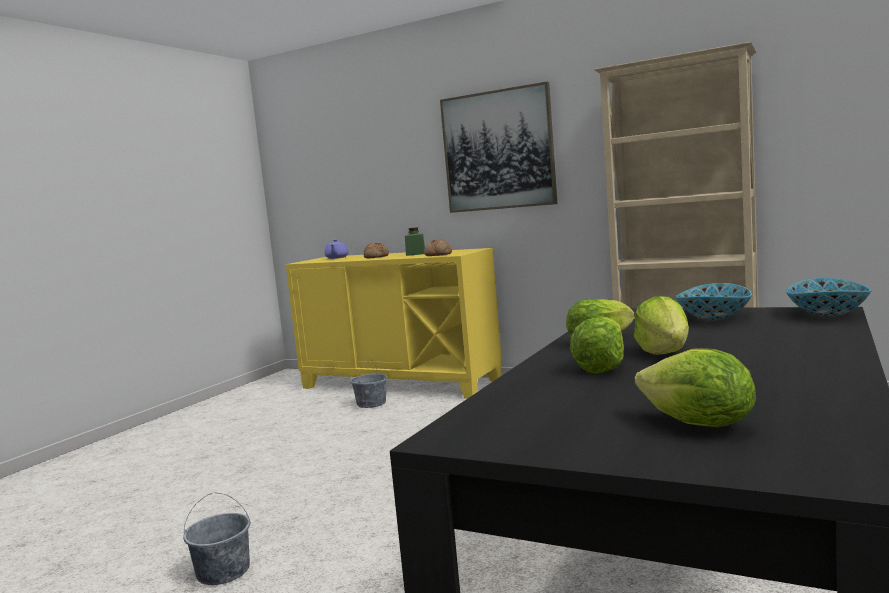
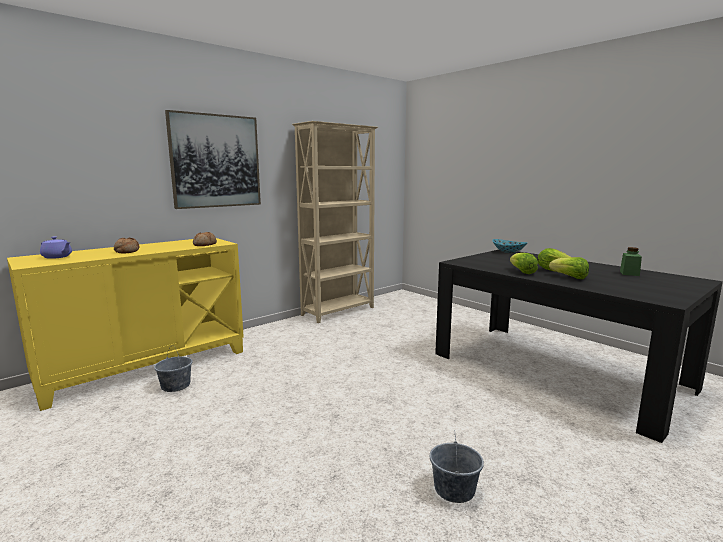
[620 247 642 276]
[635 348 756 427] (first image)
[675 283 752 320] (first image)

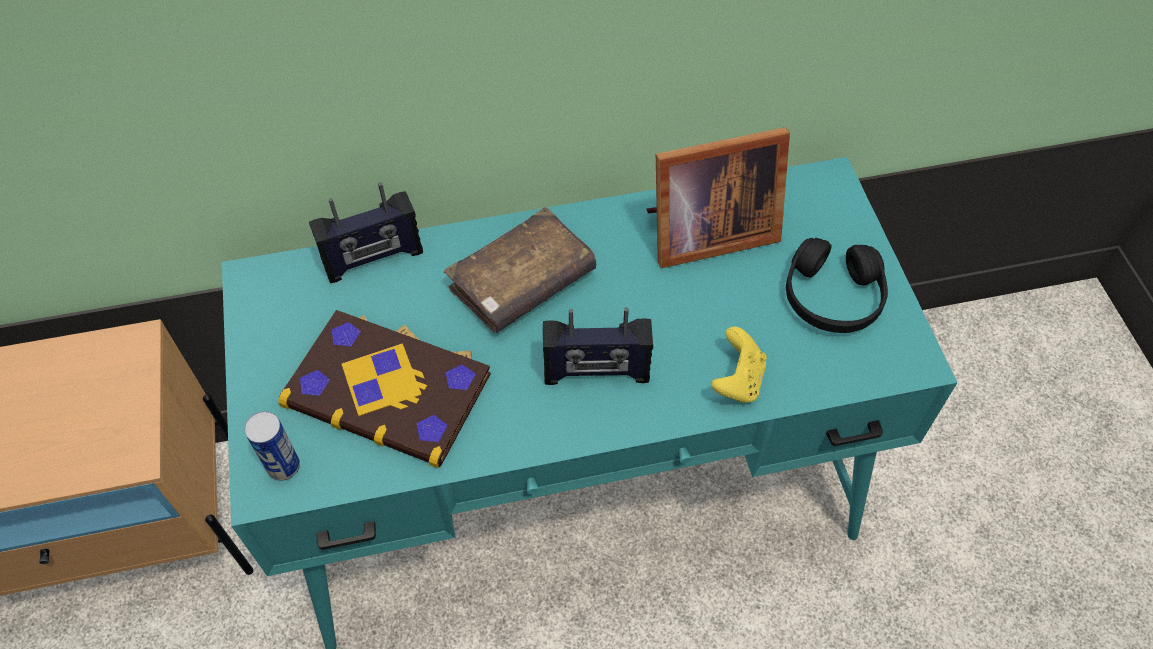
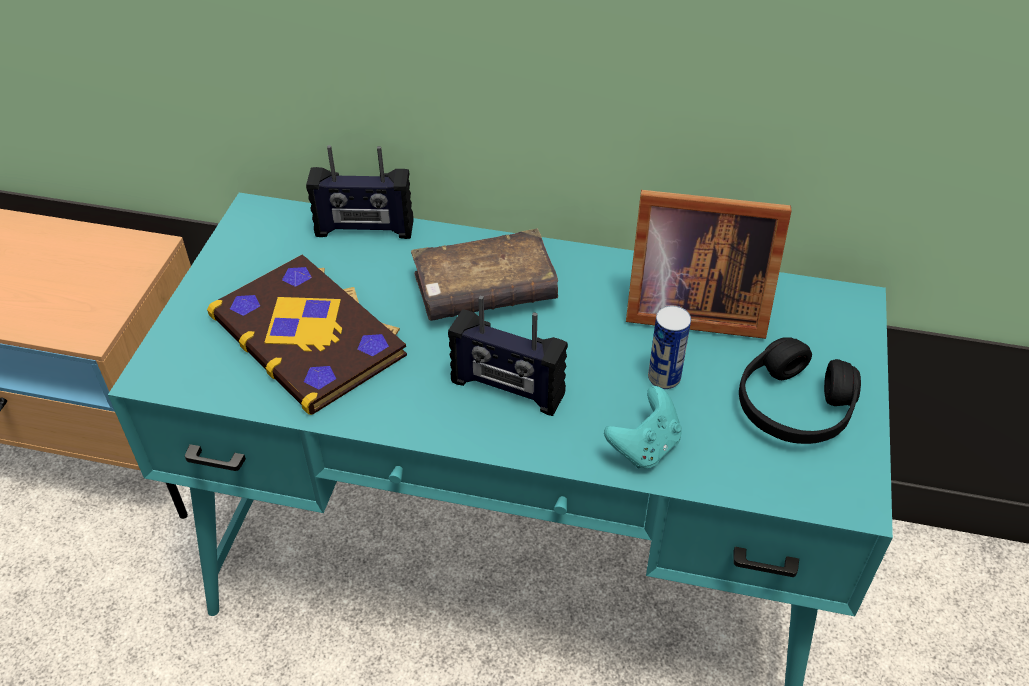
[604 386 682 469]
[648 306 691 389]

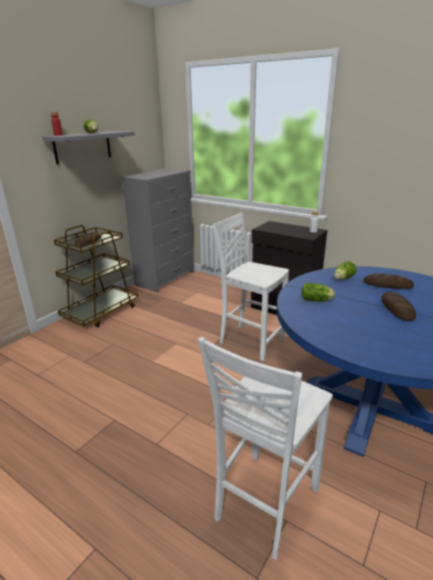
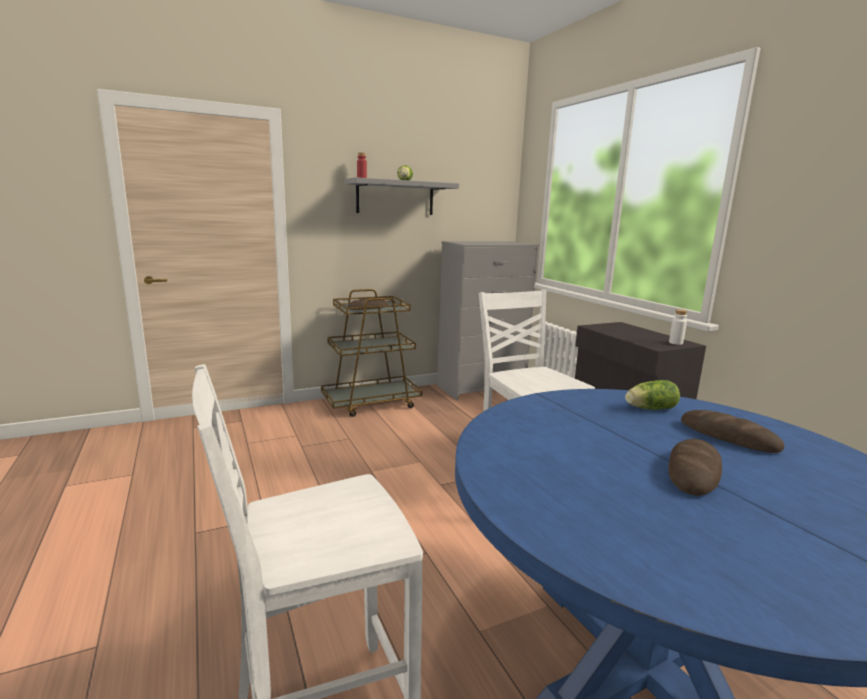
[302 283 335 301] (first image)

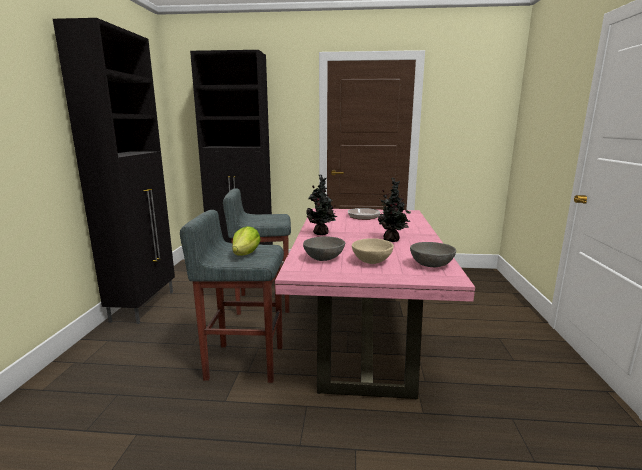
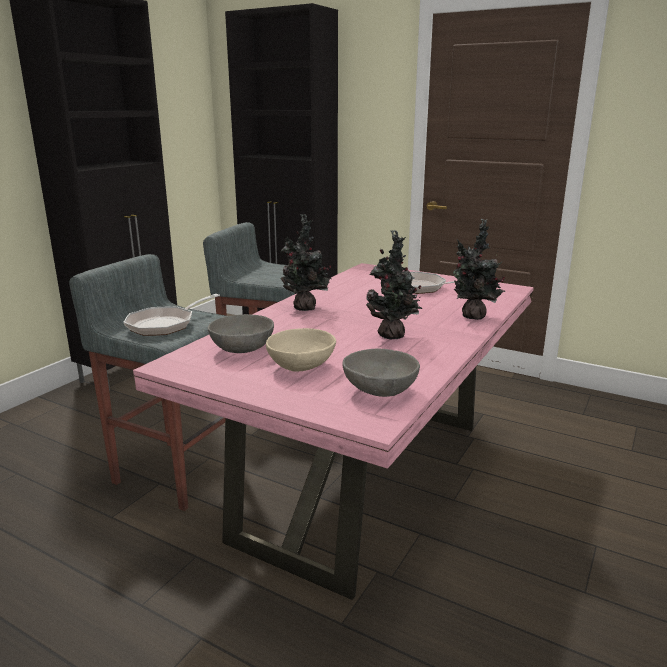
[124 294 220 336]
[453 219 505 320]

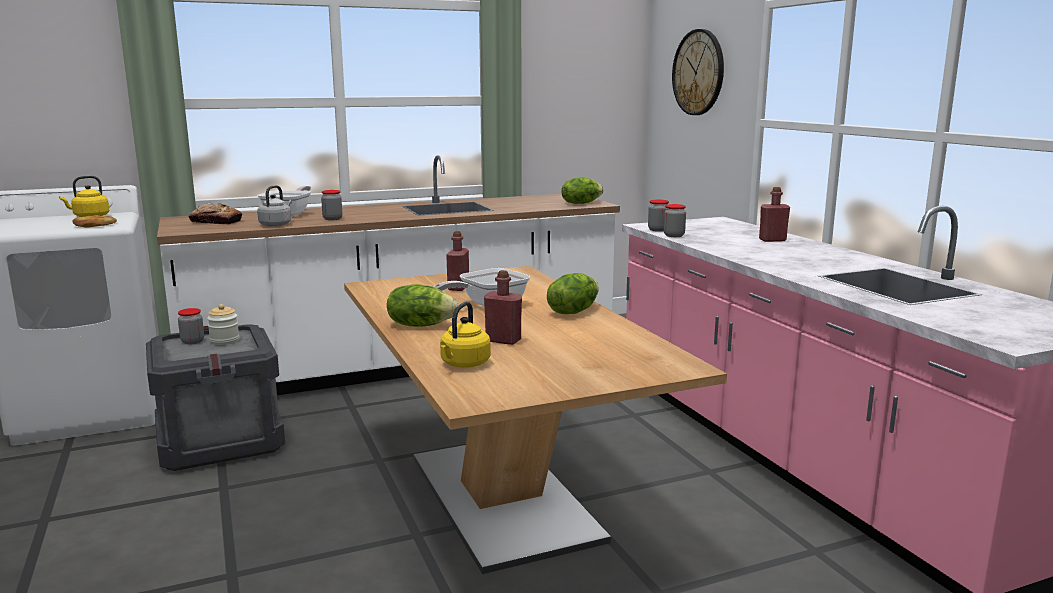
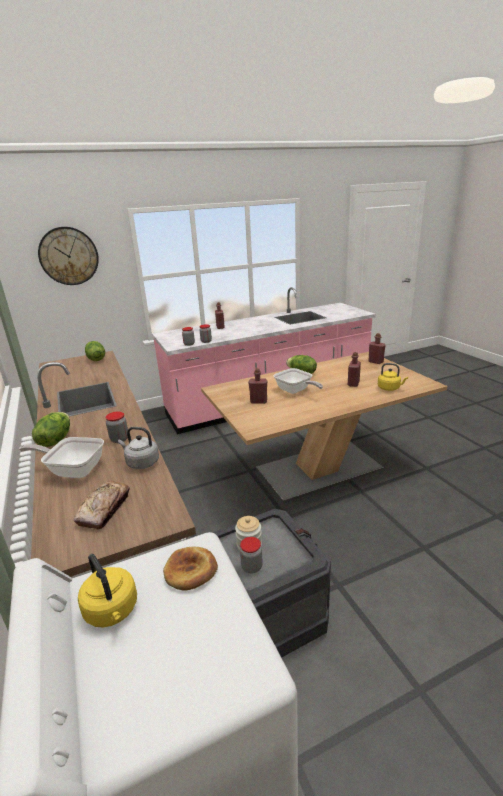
[32 412 70 447]
[368 333 386 364]

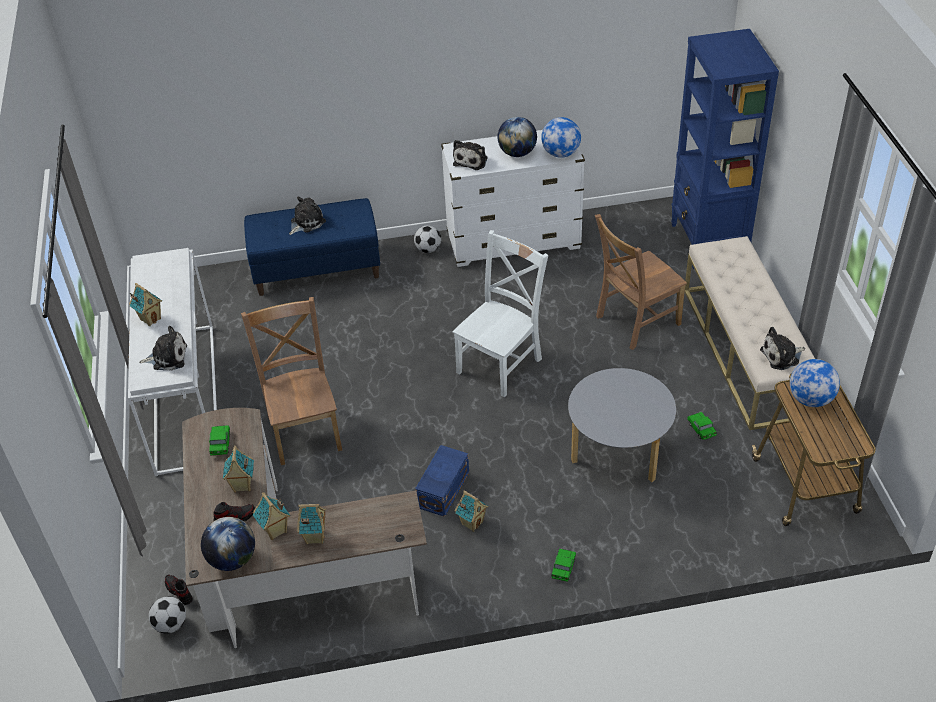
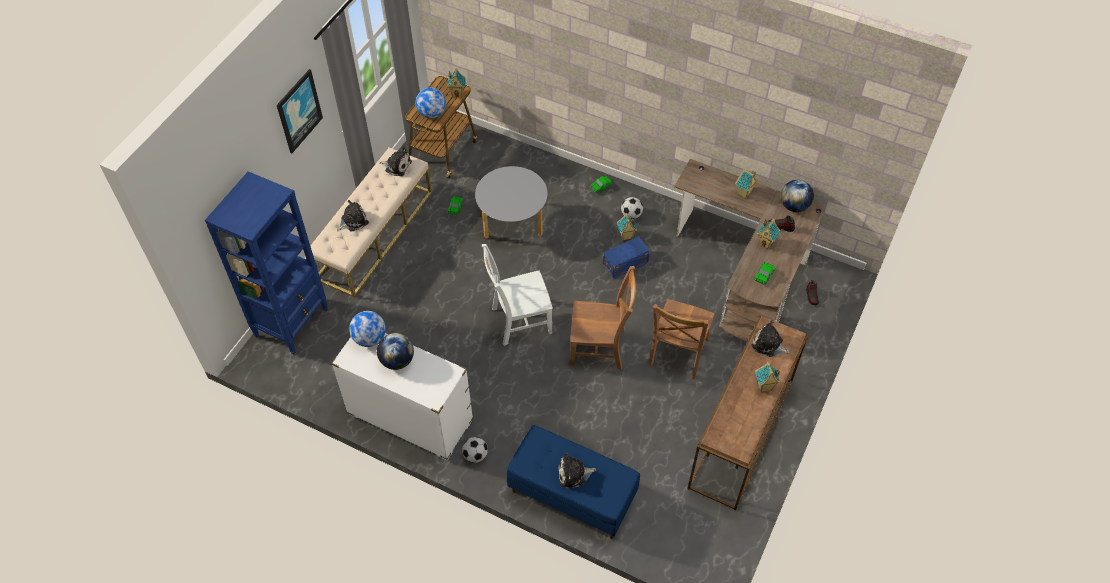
[277 69 323 153]
[337 200 369 232]
[447 68 466 98]
[570 266 636 370]
[621 197 643 219]
[687 316 808 510]

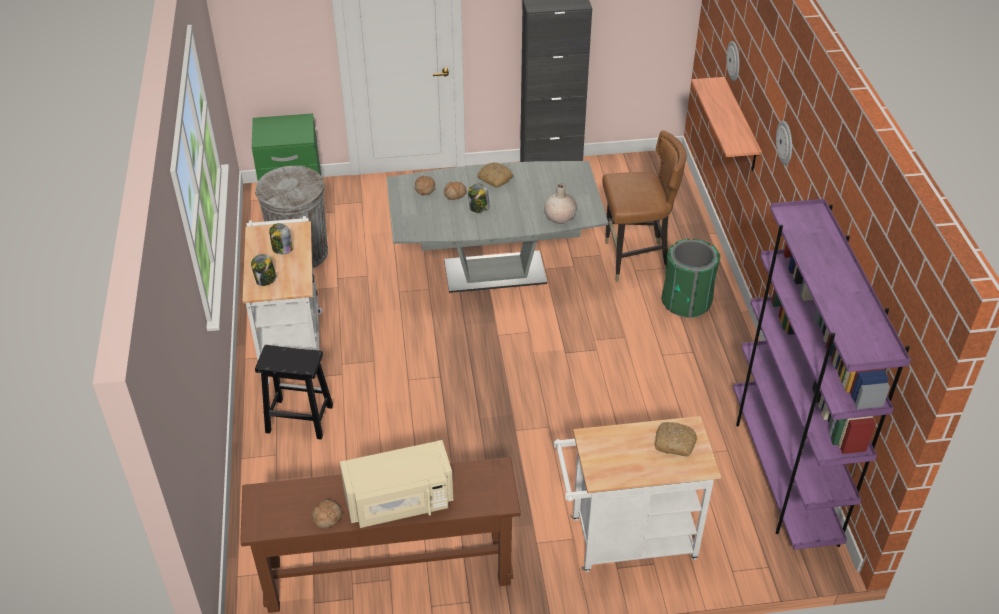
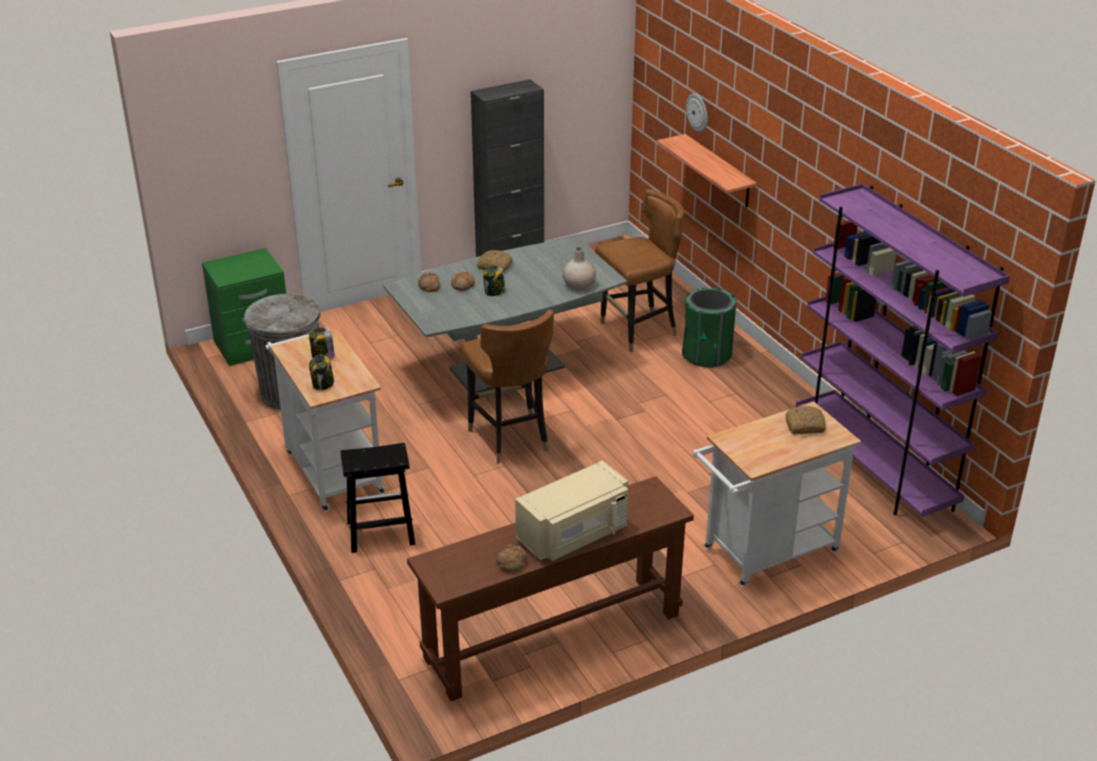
[461 310 554 464]
[776 120 792 165] (first image)

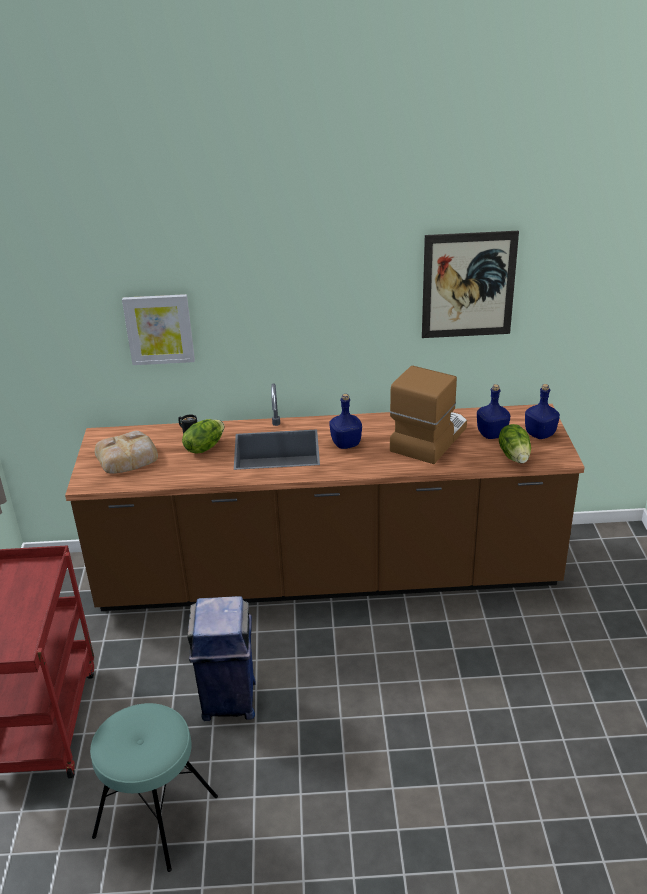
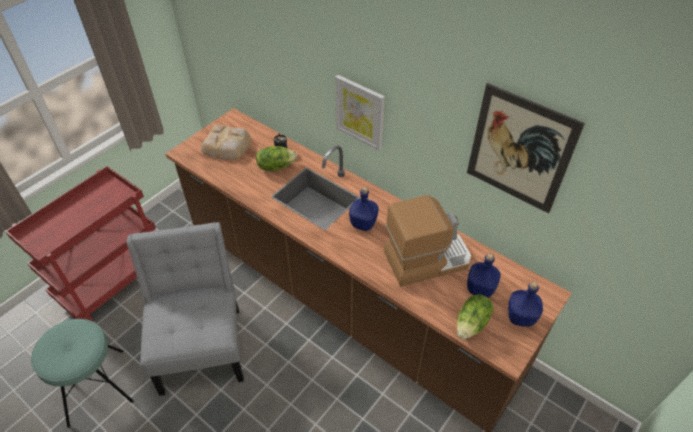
[127 222 244 396]
[335 75 385 151]

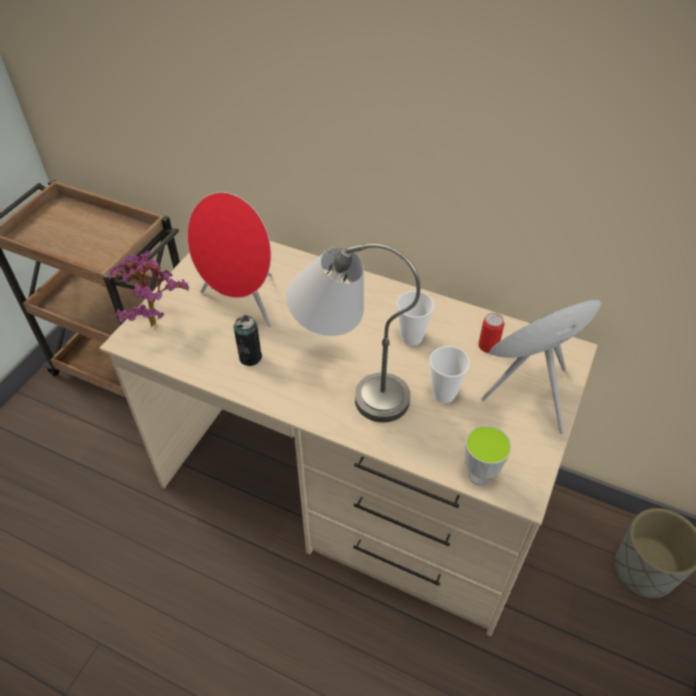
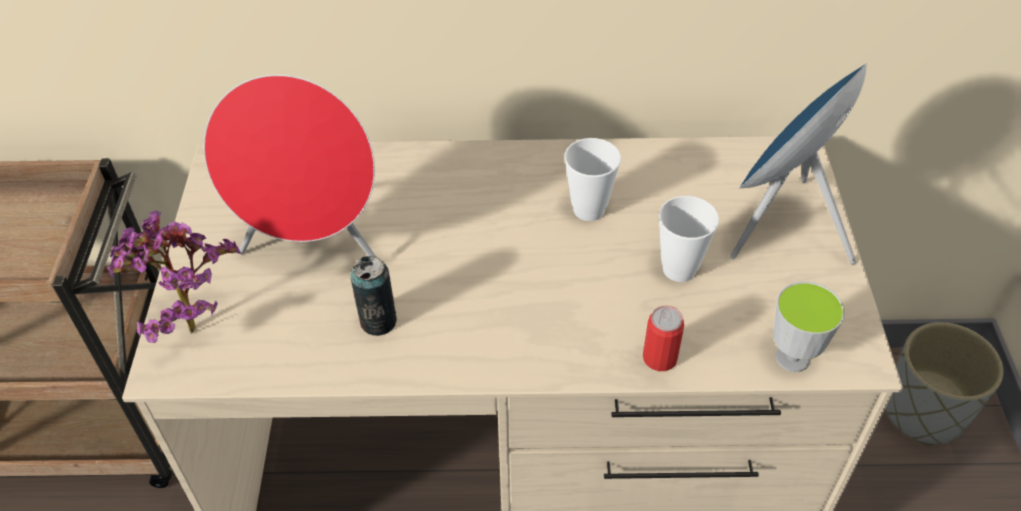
[643 306 684 371]
[286 244 420 423] (first image)

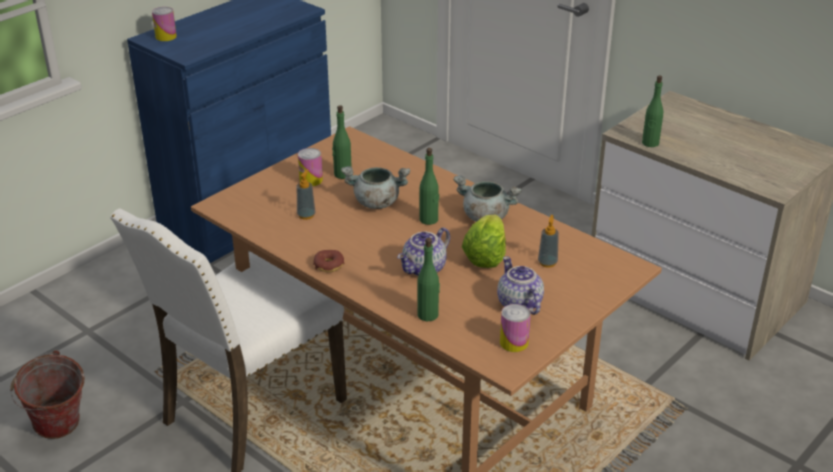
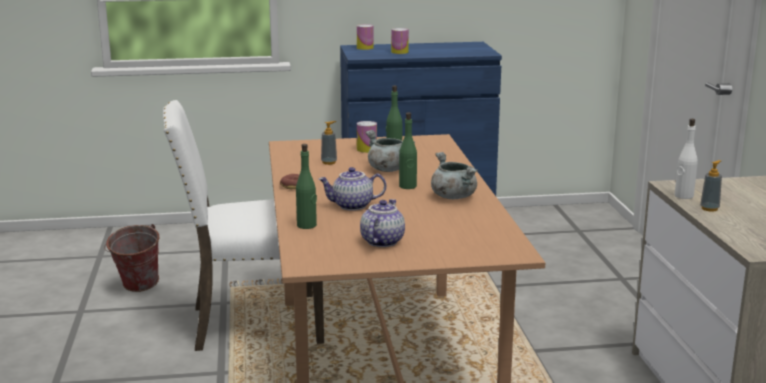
[391 28 409 54]
[675 119 698 199]
[700 160 722 212]
[462 215 506 268] (first image)

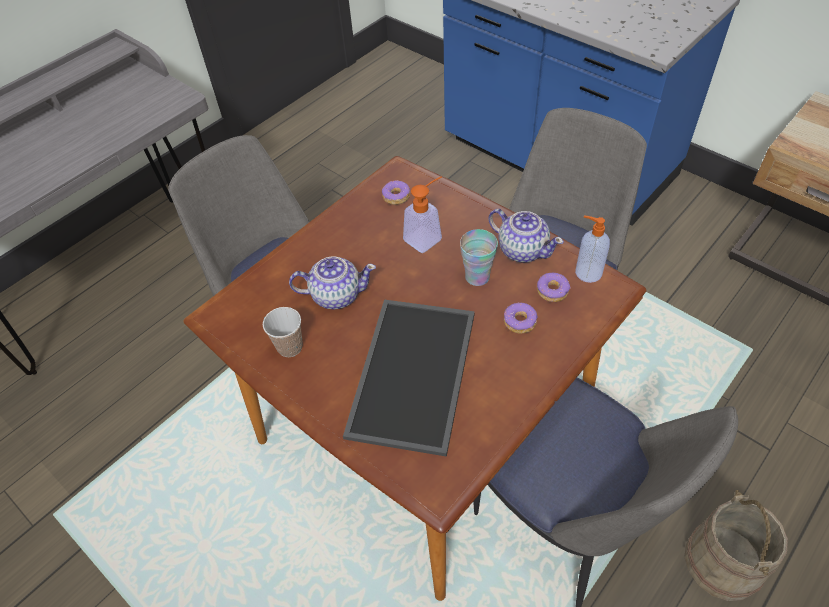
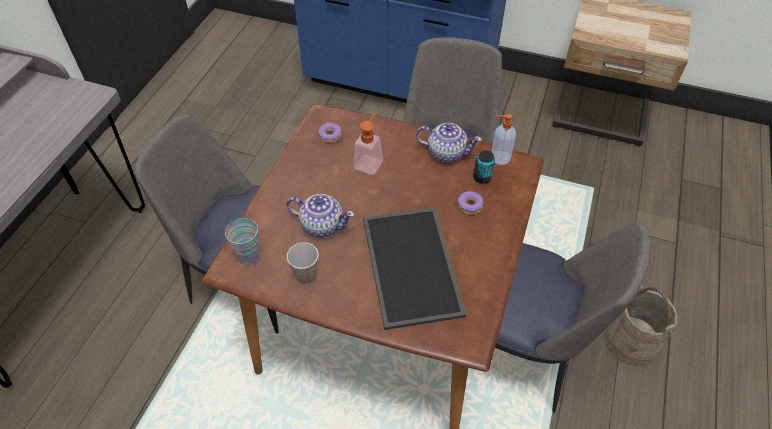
[225 218 260 265]
[287 194 354 238]
[473 150 495 184]

